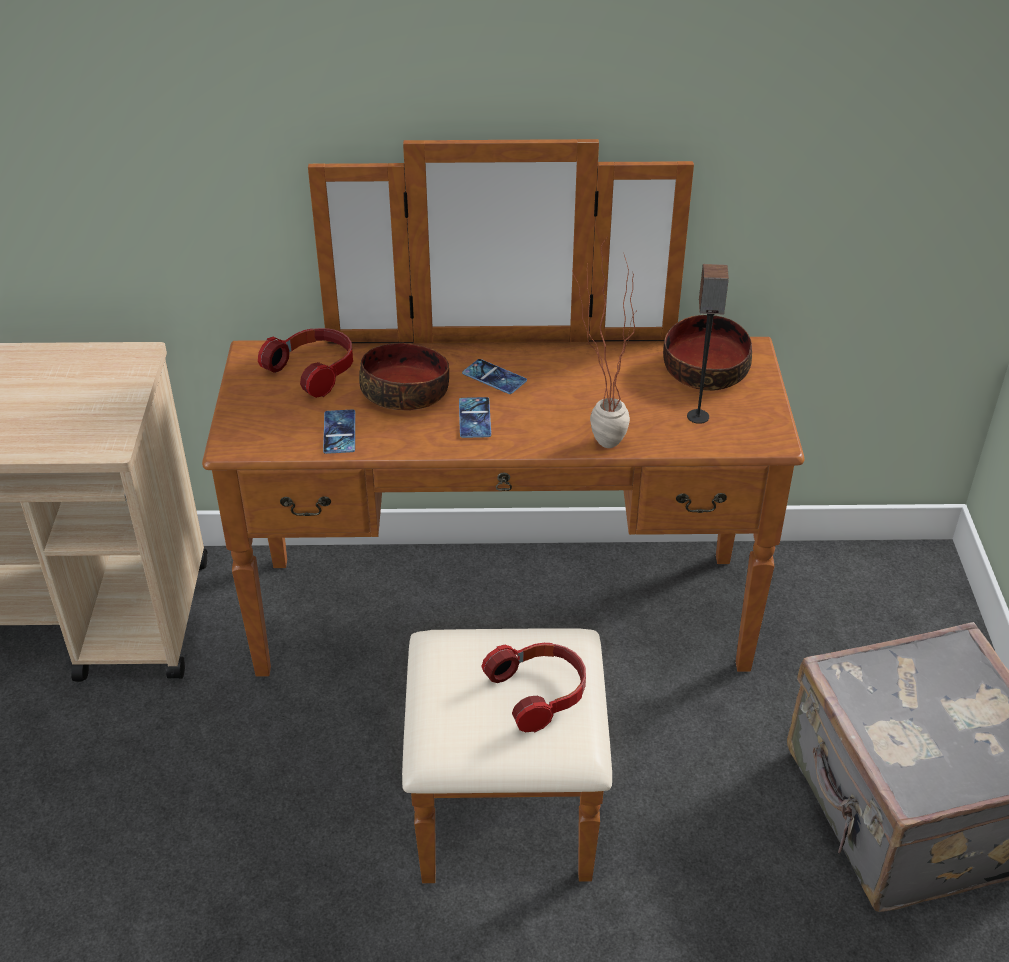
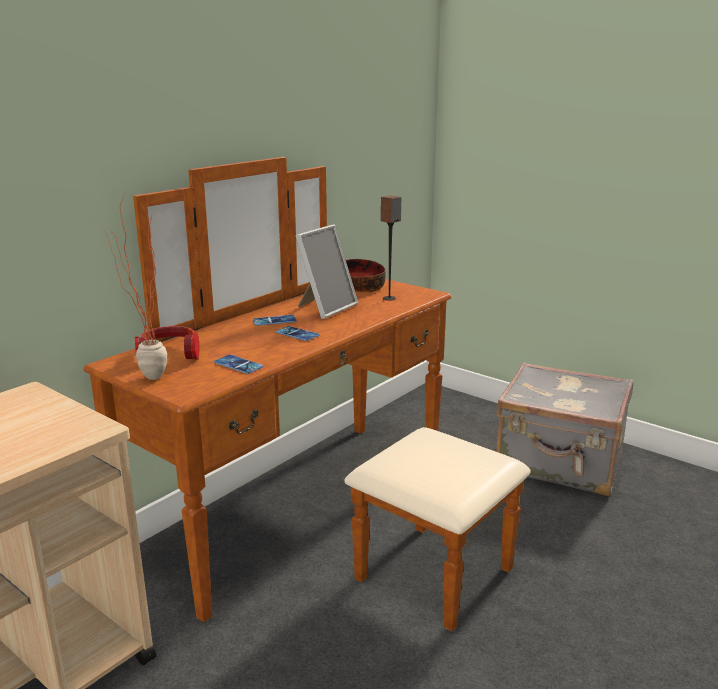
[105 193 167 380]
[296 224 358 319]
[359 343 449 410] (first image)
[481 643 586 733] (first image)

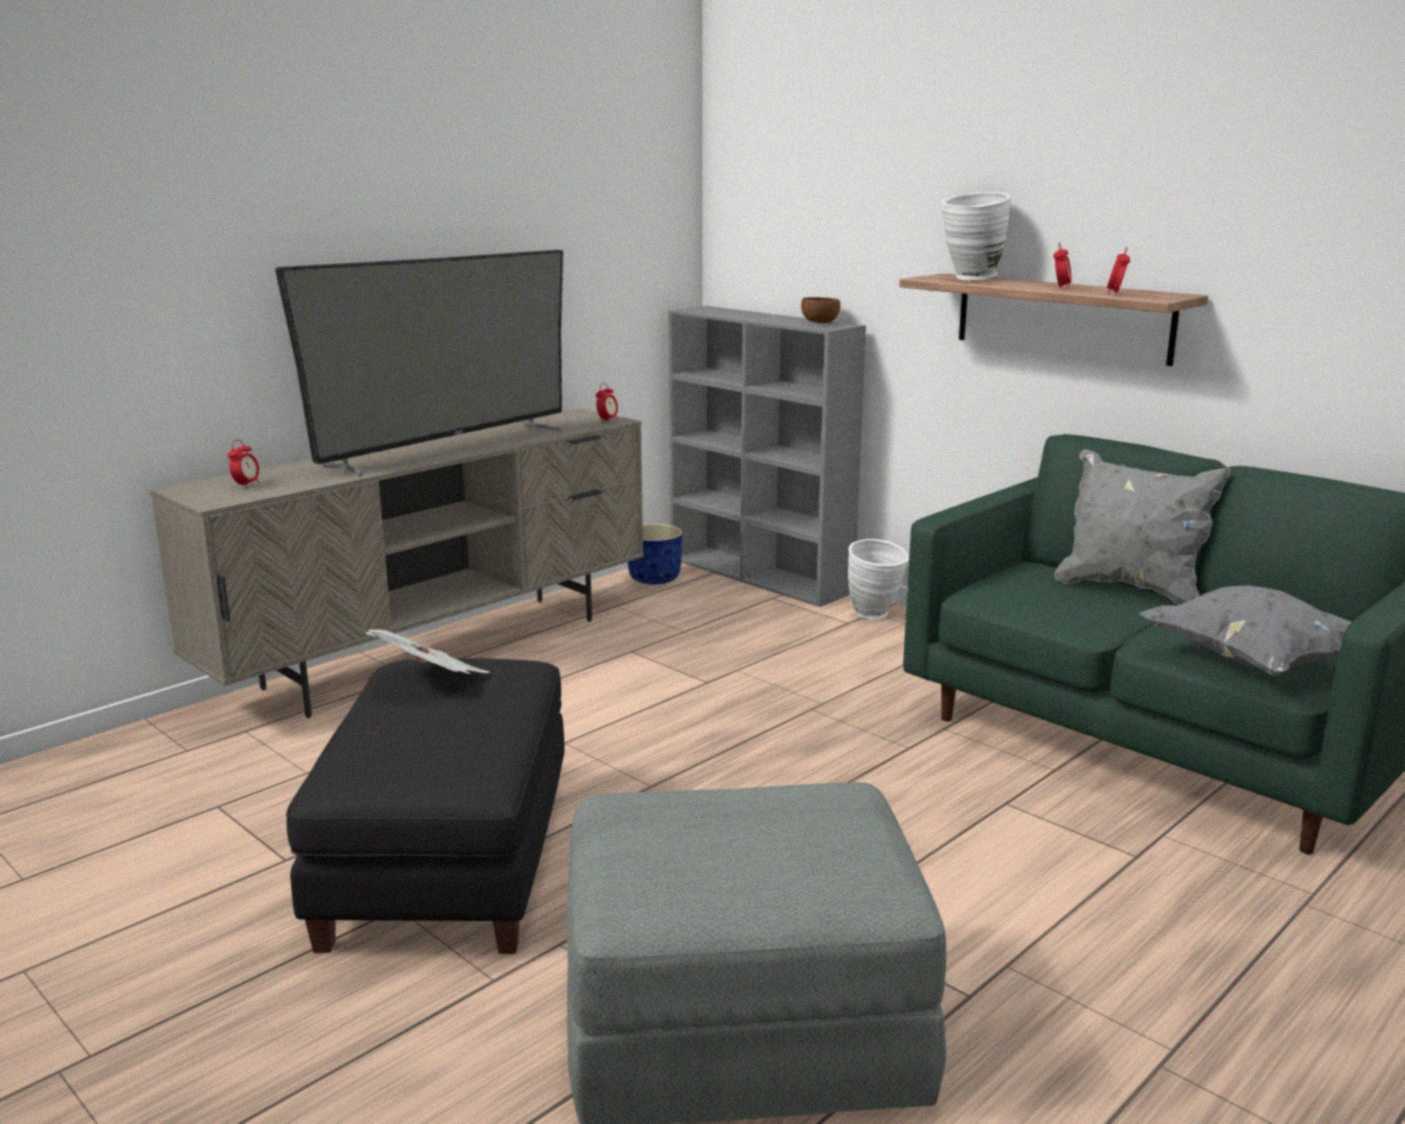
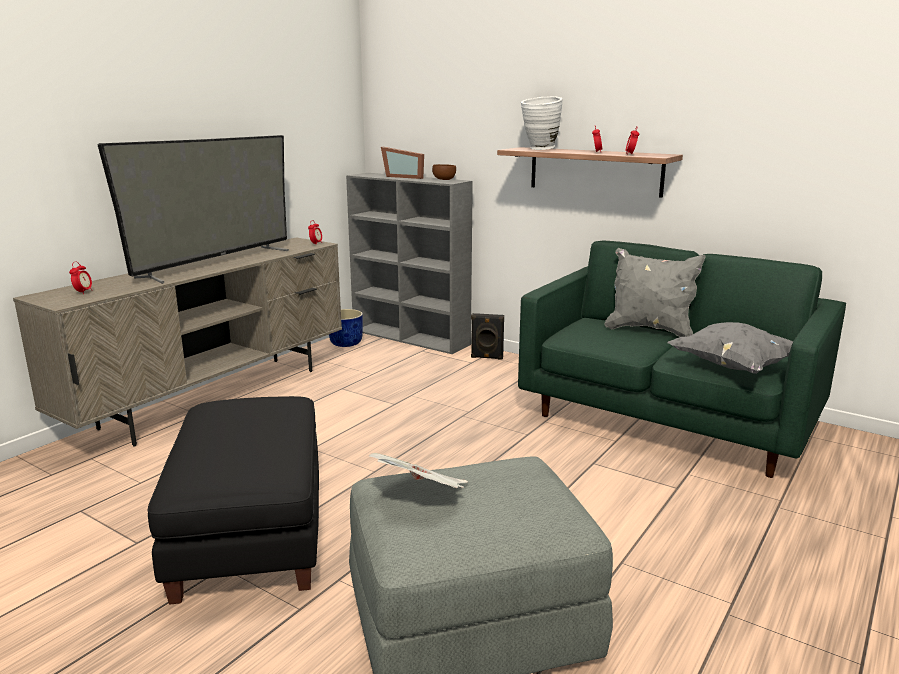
[368 453 468 488]
[381 147 424 179]
[471 313 504 360]

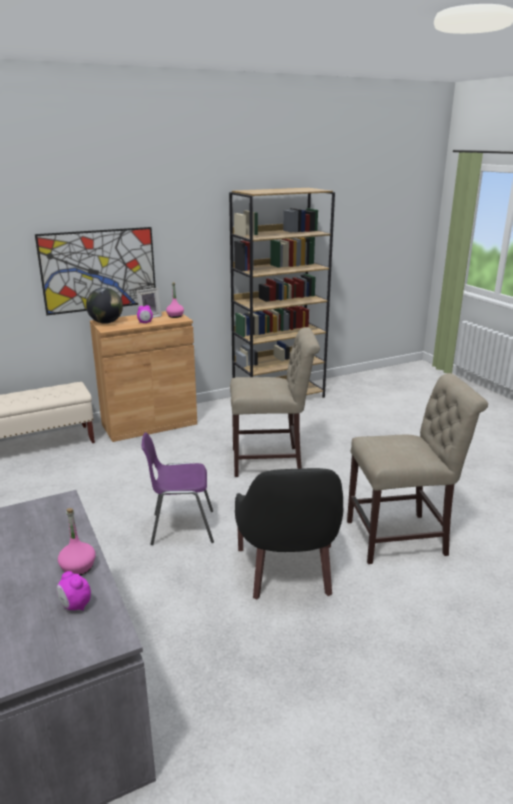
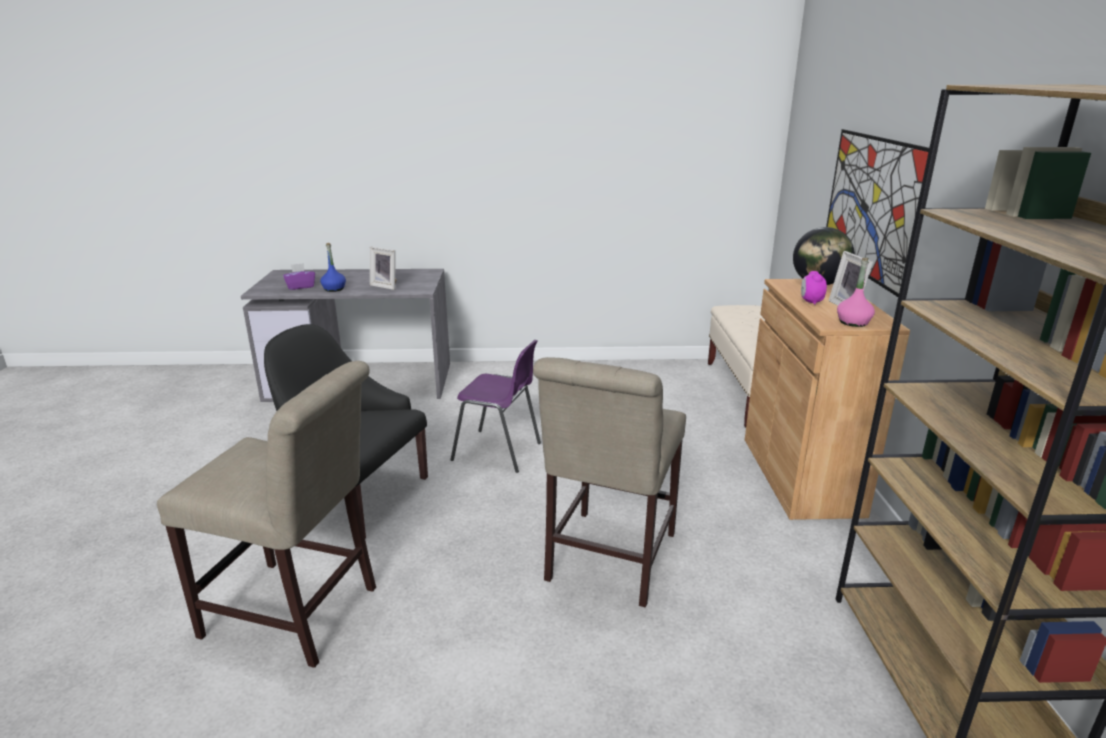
[157 361 376 668]
[283 263 315 290]
[320 243 346 292]
[370 247 397 290]
[451 340 541 473]

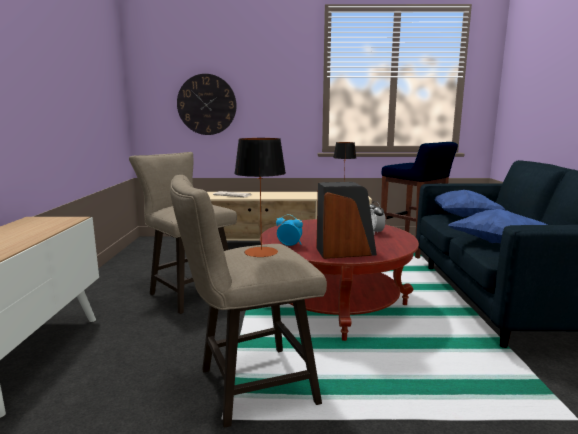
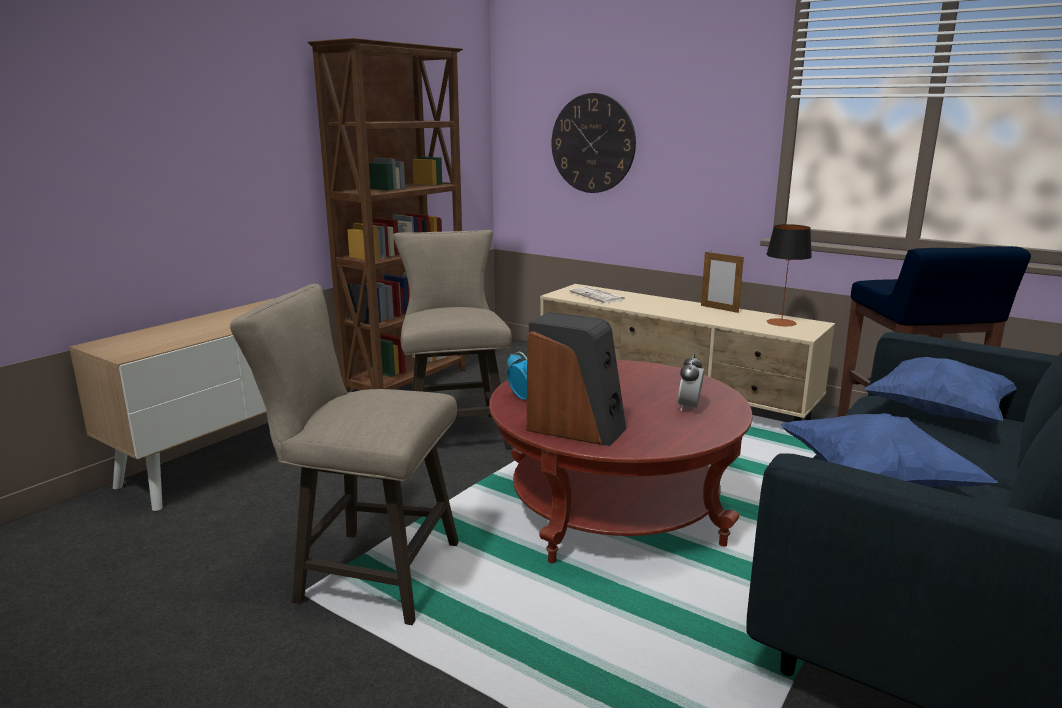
[308 38 466 392]
[701 252 744 313]
[234 138 286 257] (first image)

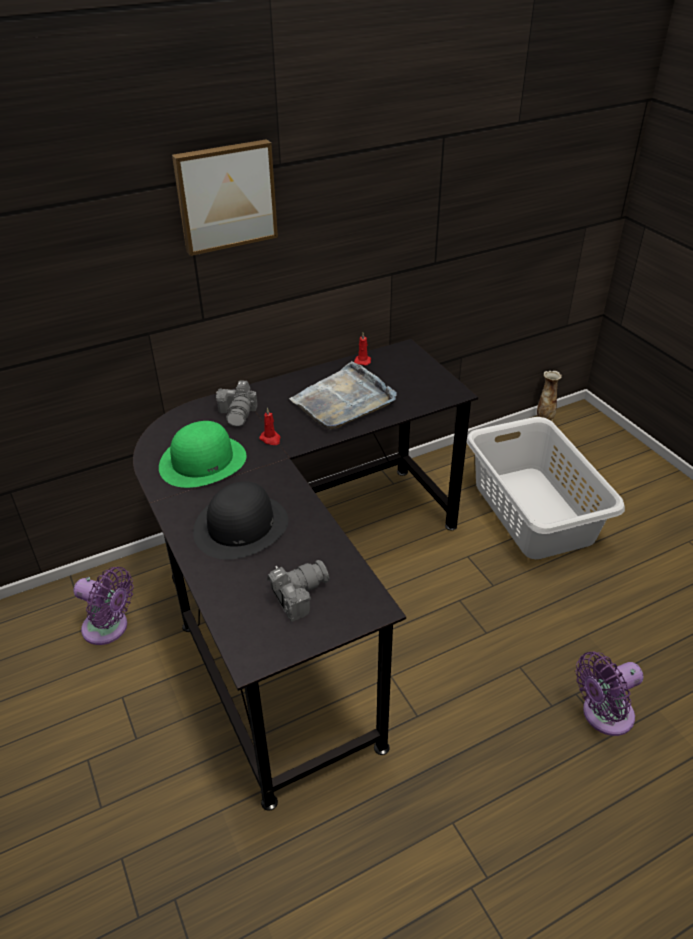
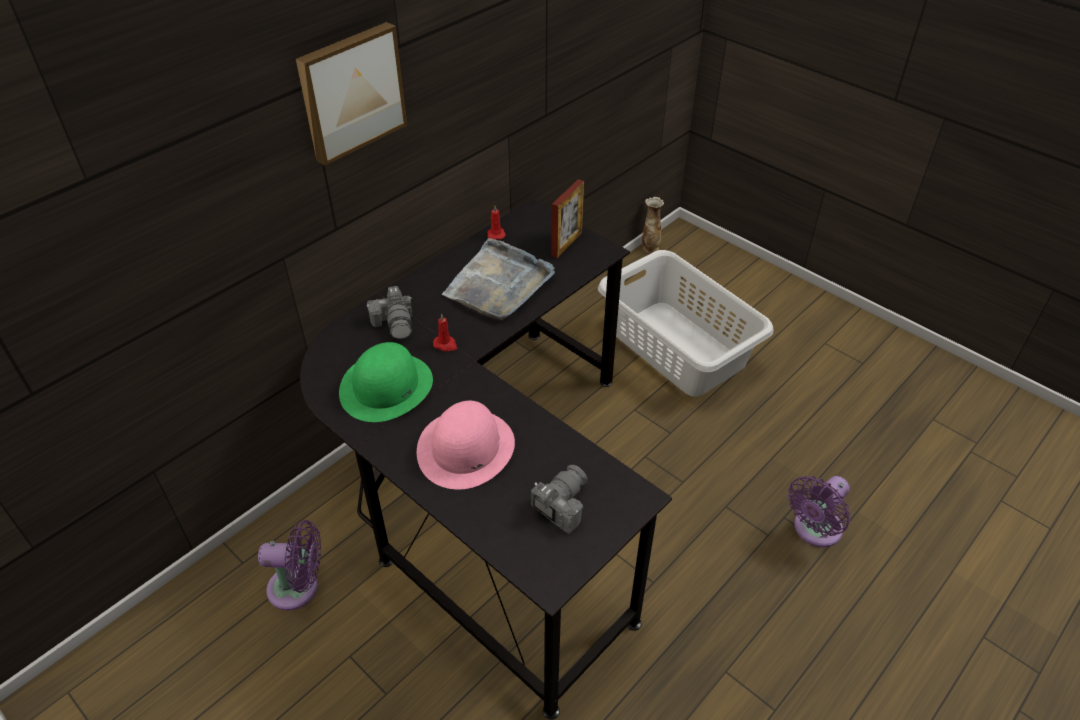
[417 401 515 489]
[551 179 584 258]

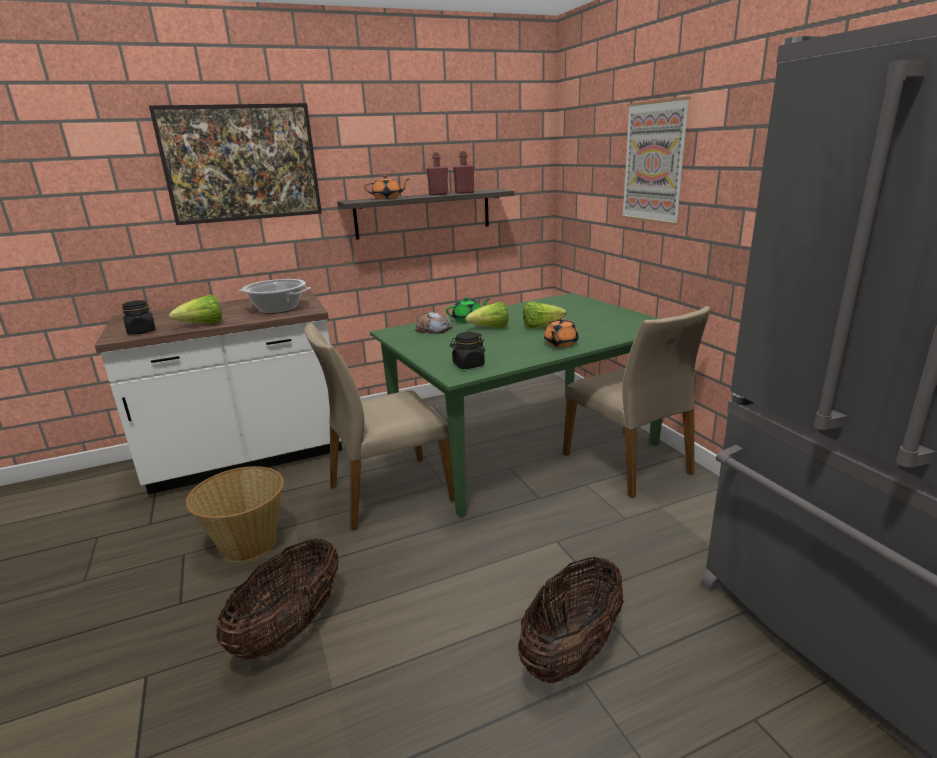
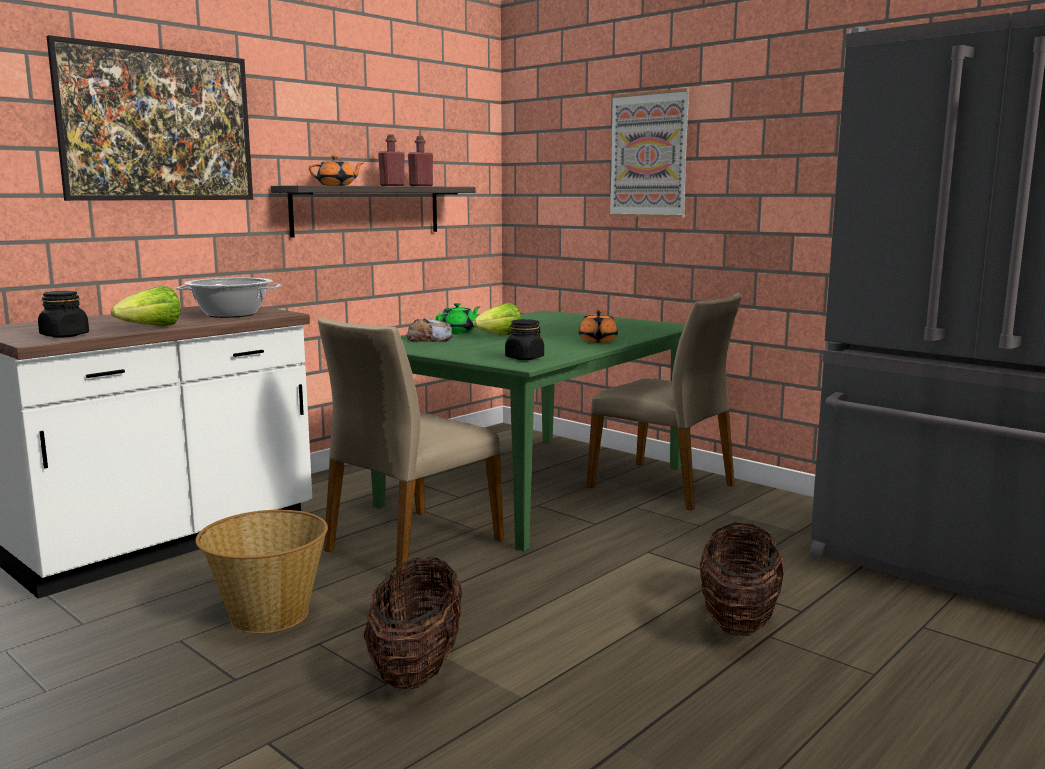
[523 301 566 328] (first image)

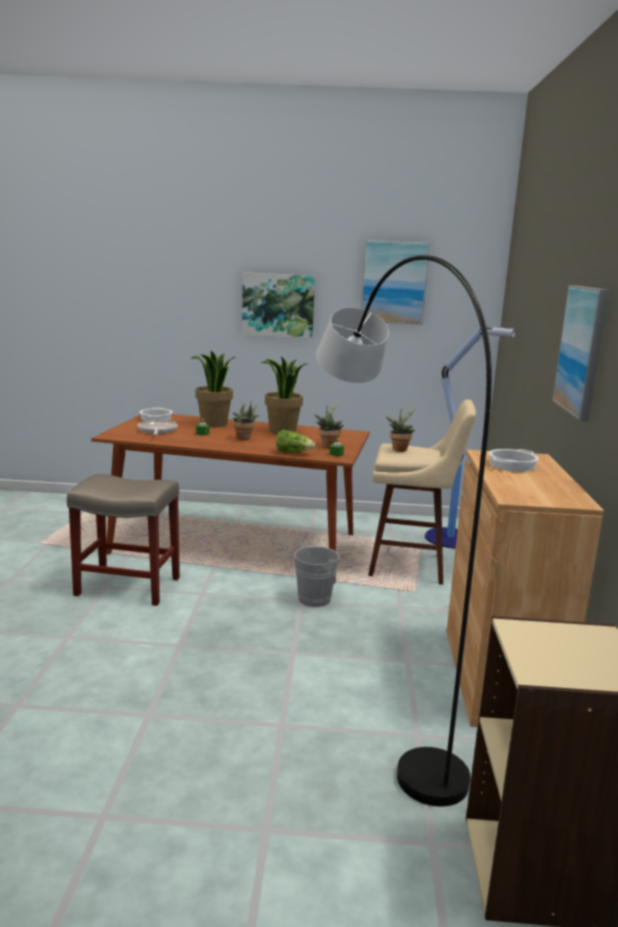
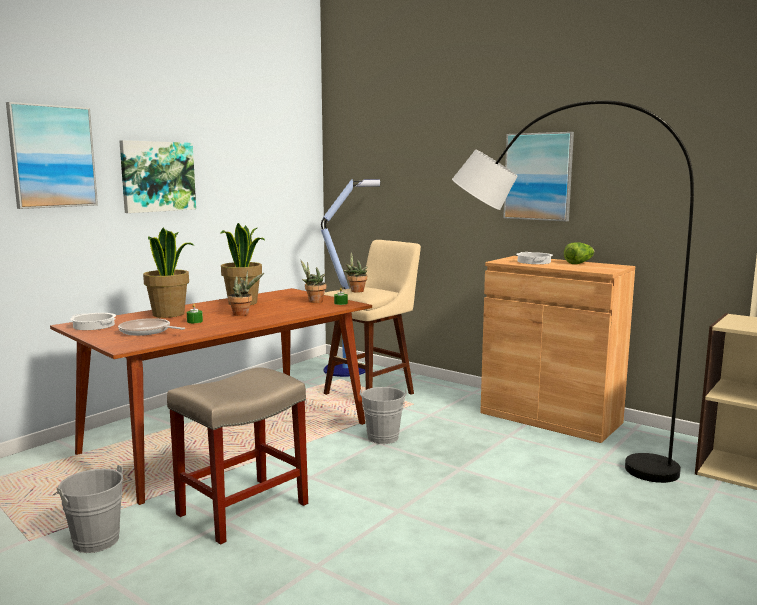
[6 102 98 209]
[53 465 123 553]
[564 242 595 264]

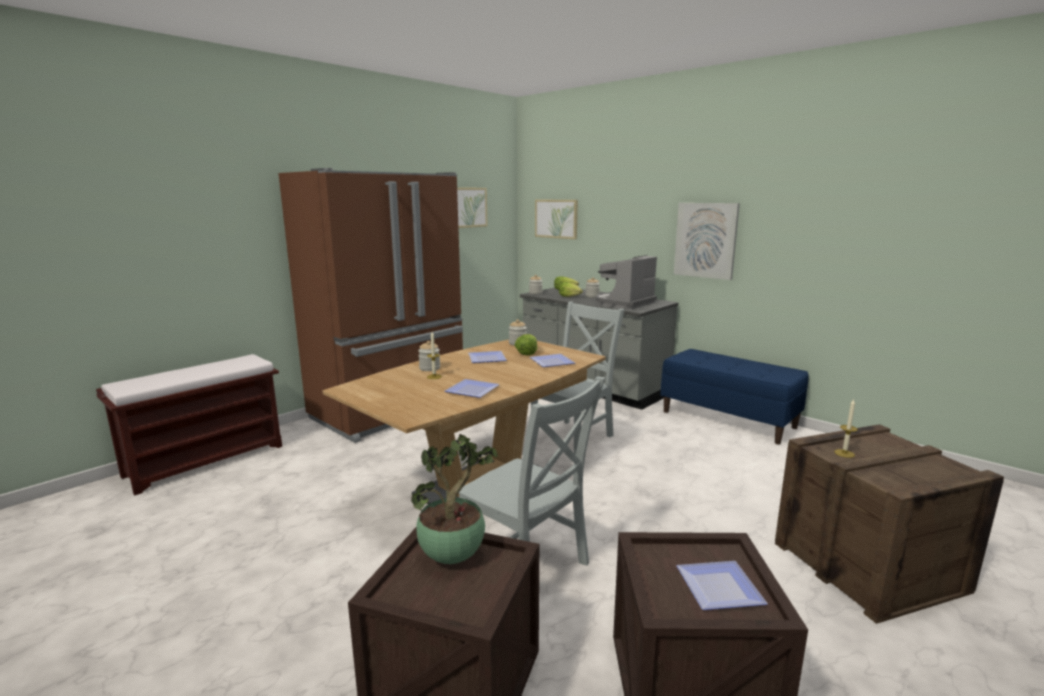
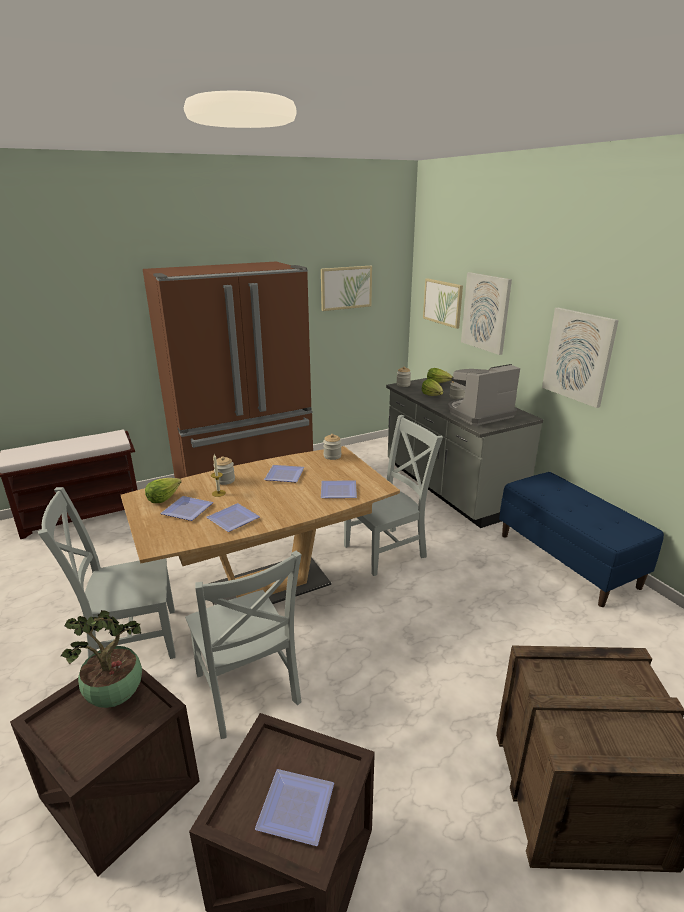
[38 487 176 659]
[145 478 181 503]
[160 496 213 521]
[461 272 512 355]
[834 399 858 458] (first image)

